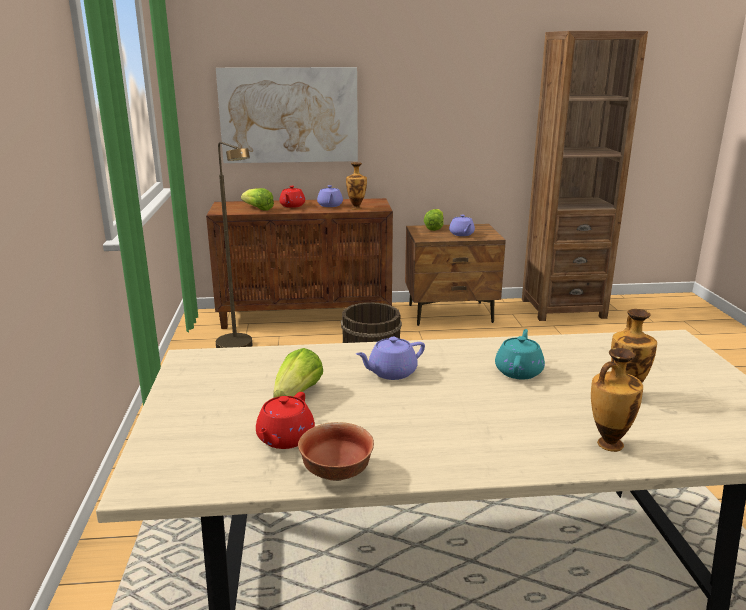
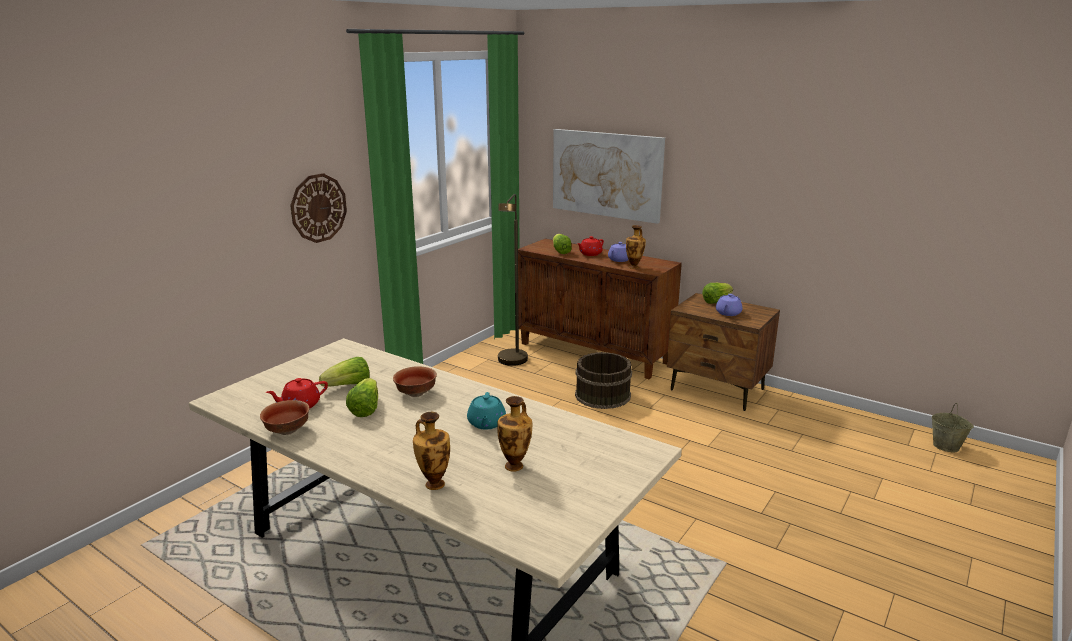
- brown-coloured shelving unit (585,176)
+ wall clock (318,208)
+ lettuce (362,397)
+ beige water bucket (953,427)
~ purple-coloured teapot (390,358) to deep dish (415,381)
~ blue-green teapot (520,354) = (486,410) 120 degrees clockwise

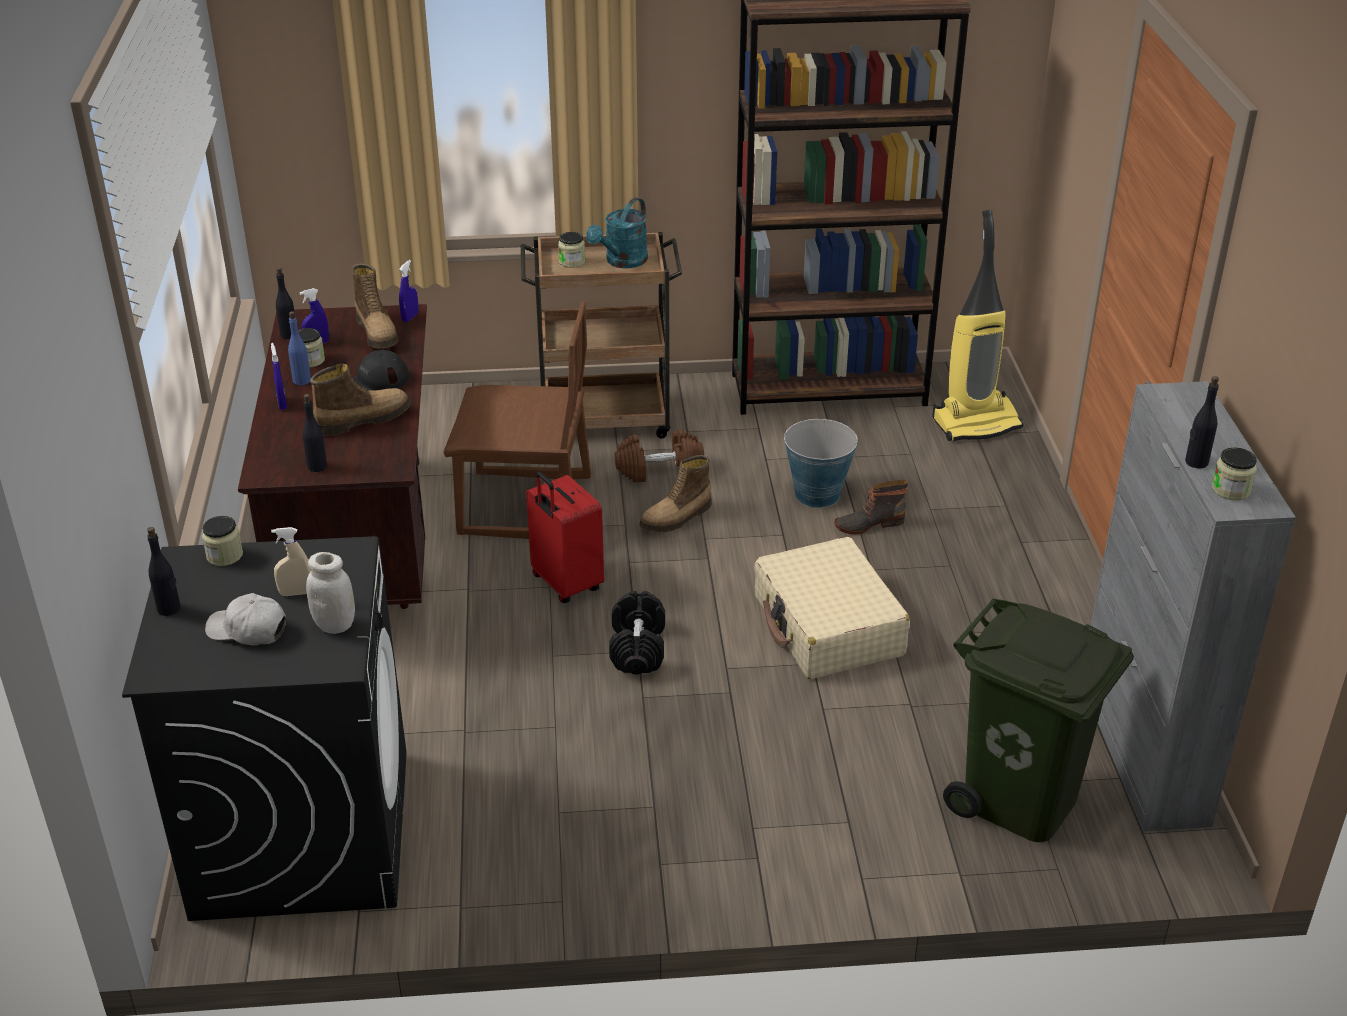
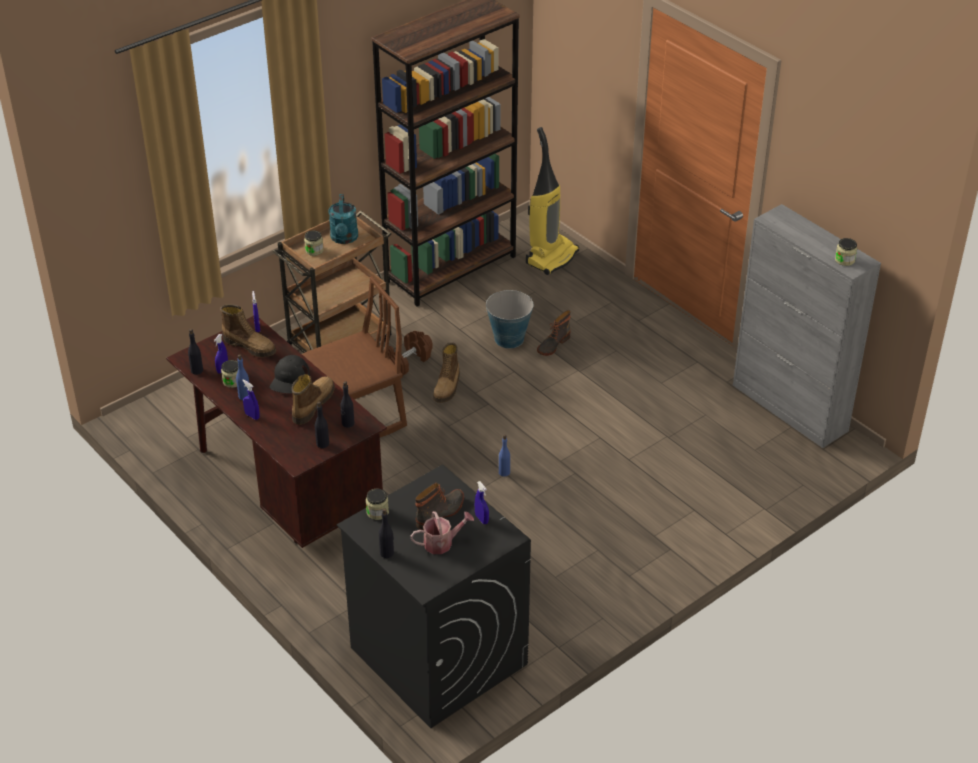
- red suitcase (565,537)
- beige suitcase (832,608)
- green rubbish bin (1038,720)
~ blackish beverage bottle (1202,422) to (347,404)
~ whitish peaked cap (245,619) to sprinkling can (442,532)
~ beige hand sprayer (291,561) to boot (439,506)
~ whitish preserve jar (330,593) to blue hand sprayer (482,502)
~ blackish dumbbell (637,633) to blue beverage bottle (504,455)

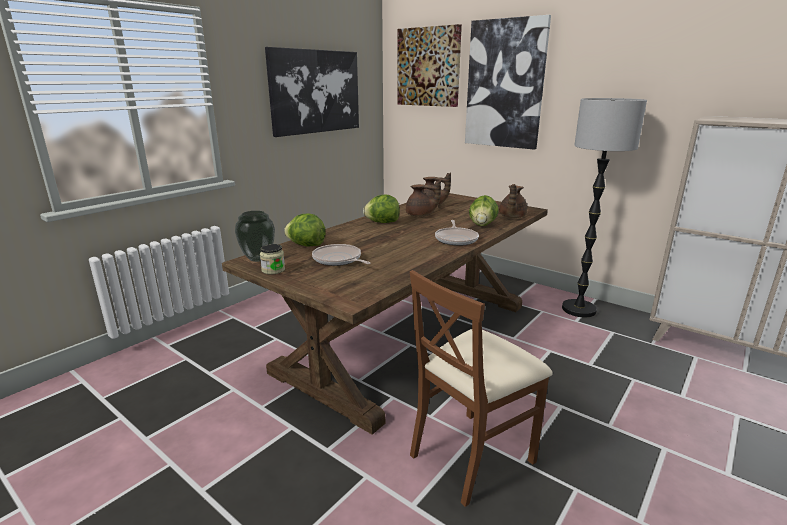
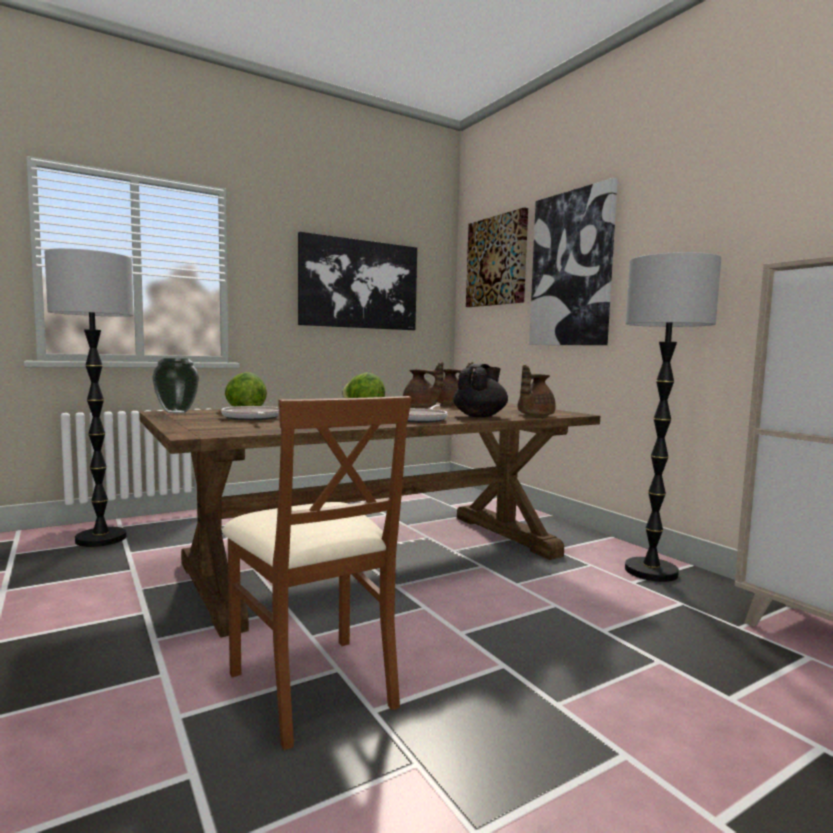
- preserve jar (272,259)
+ standard lamp (89,397)
~ lettuce (484,210) to blackish teapot (480,390)
~ brown-coloured upright chair (481,388) = (317,573) 105 degrees counterclockwise

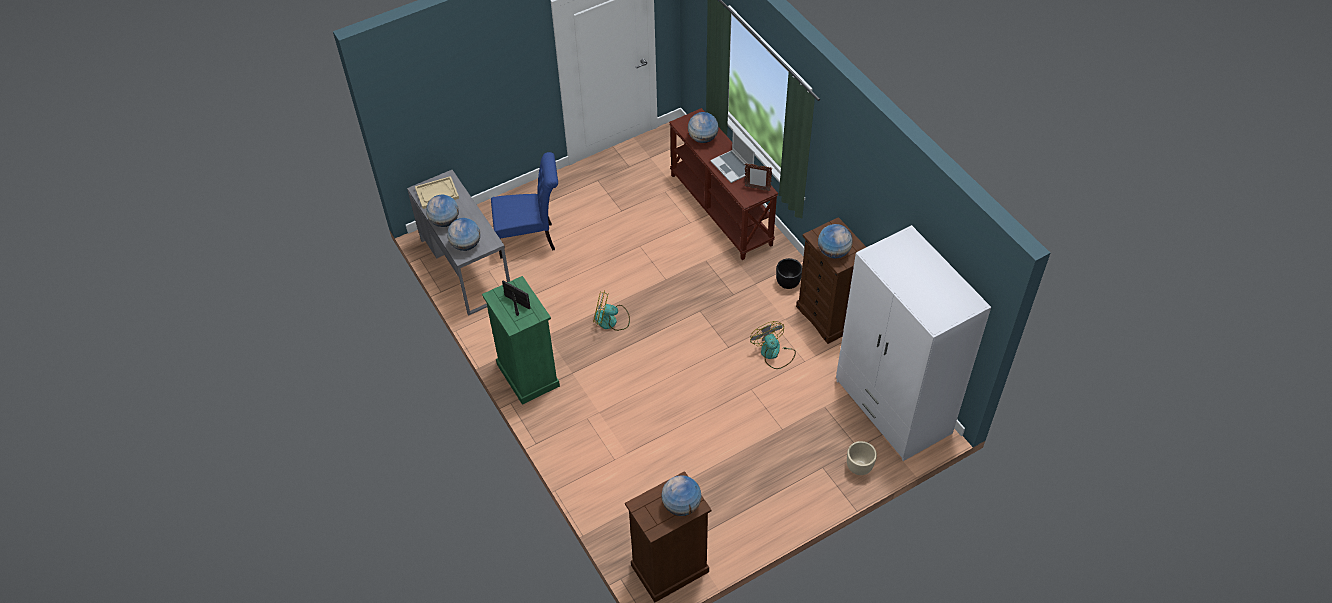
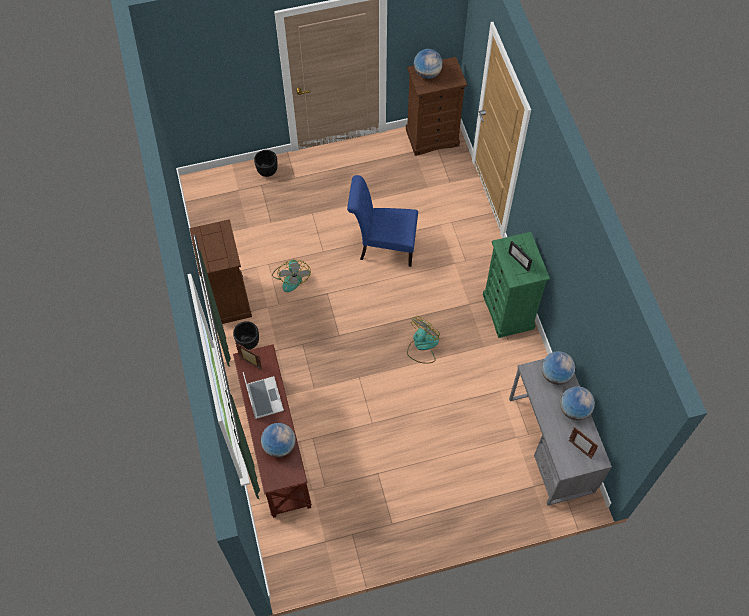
- globe (835,241)
- whitish clothes cupboard (913,343)
~ blue upright chair (524,205) to (382,221)
~ beige carrying tray (437,192) to photo frame (583,443)
~ beige plant pot (862,458) to blackish plant pot (266,163)
~ electric fan (611,311) = (423,340) 75 degrees counterclockwise

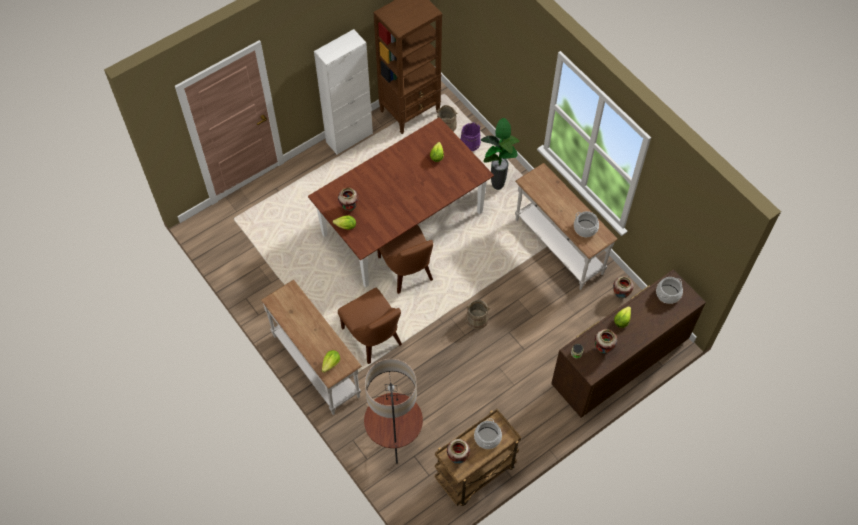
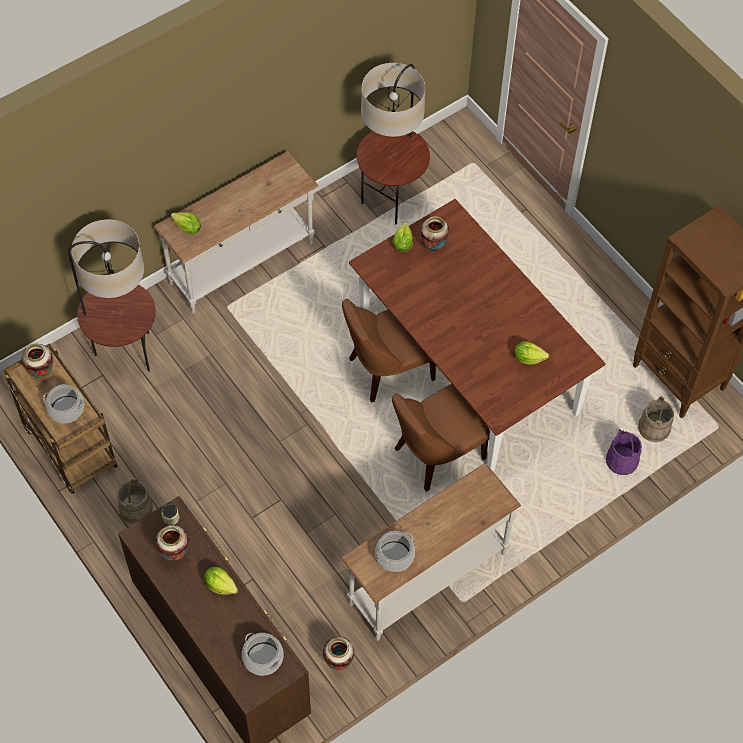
- whitish cabinet (343,92)
- houseplant (500,154)
+ standard lamp (393,143)
~ brown-coloured upright chair (370,326) to (441,438)
~ beige water bucket (478,314) to (135,500)

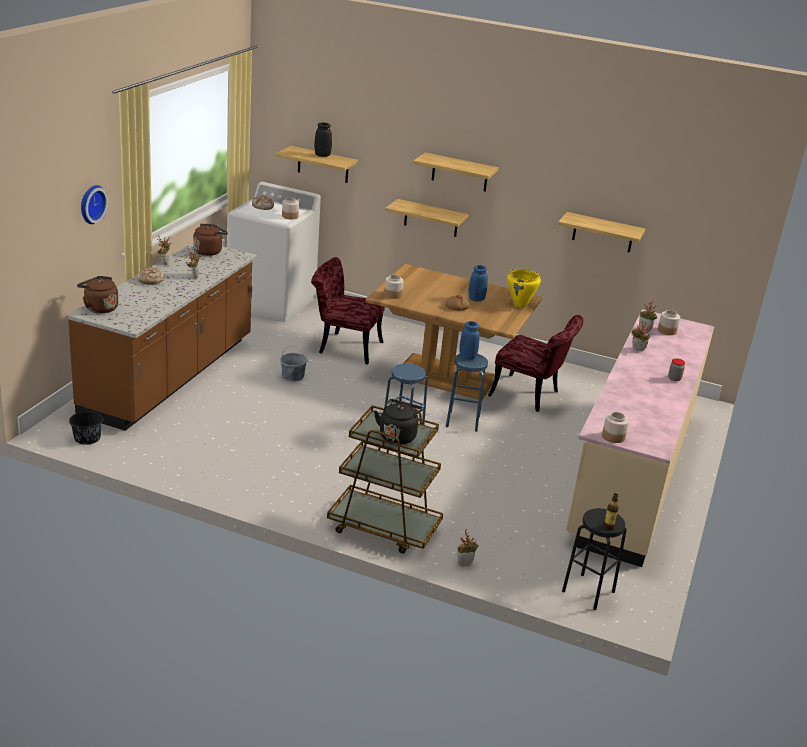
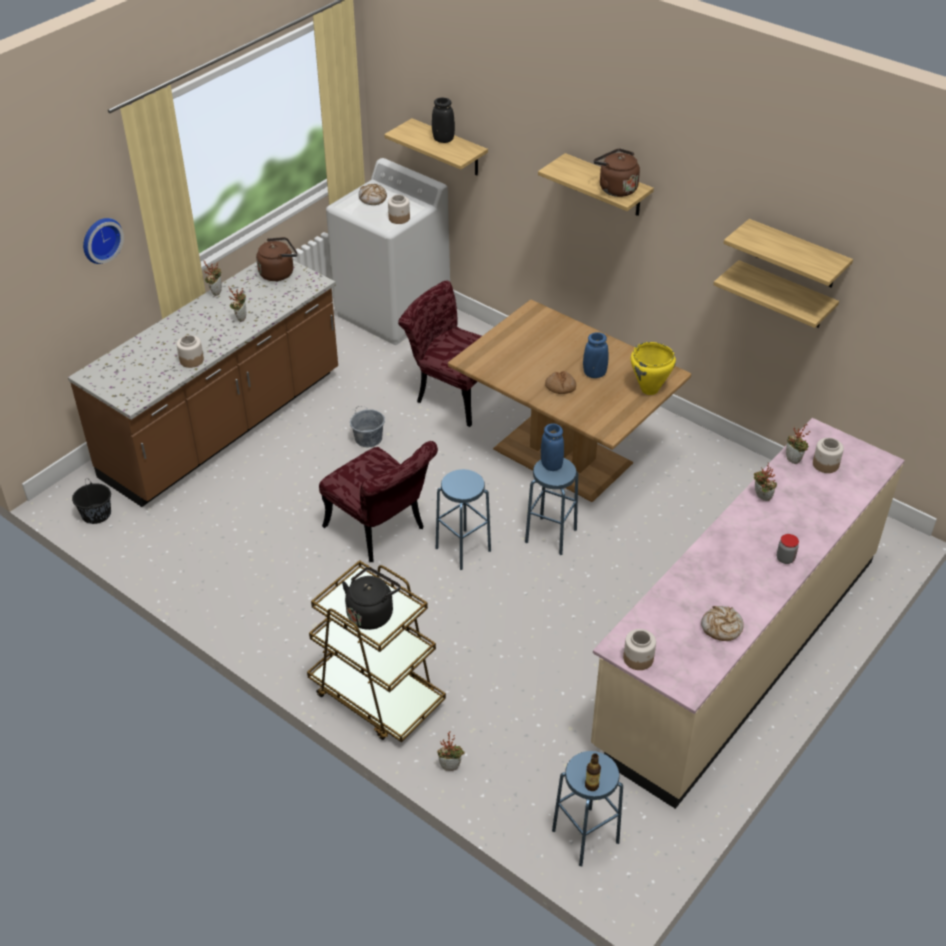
~ brown-coloured water kettle (97,294) to (617,173)
~ bakery bread (150,275) to (722,623)
~ preserve jar (394,287) to (190,351)
~ bracket shelf (426,218) to (788,253)
~ red upright chair (535,363) to (378,501)
~ blackish stool seat (594,559) to blue stool seat (587,808)

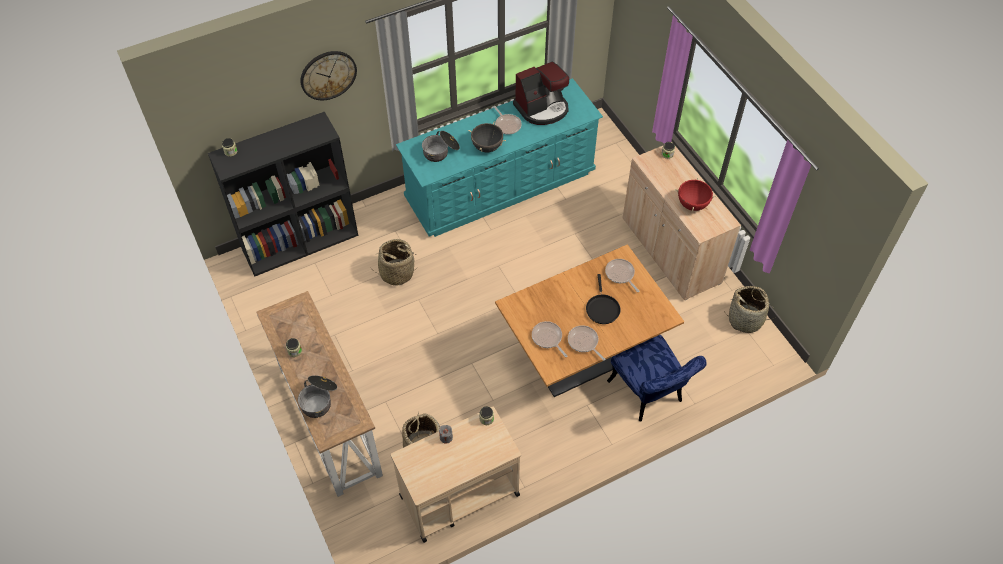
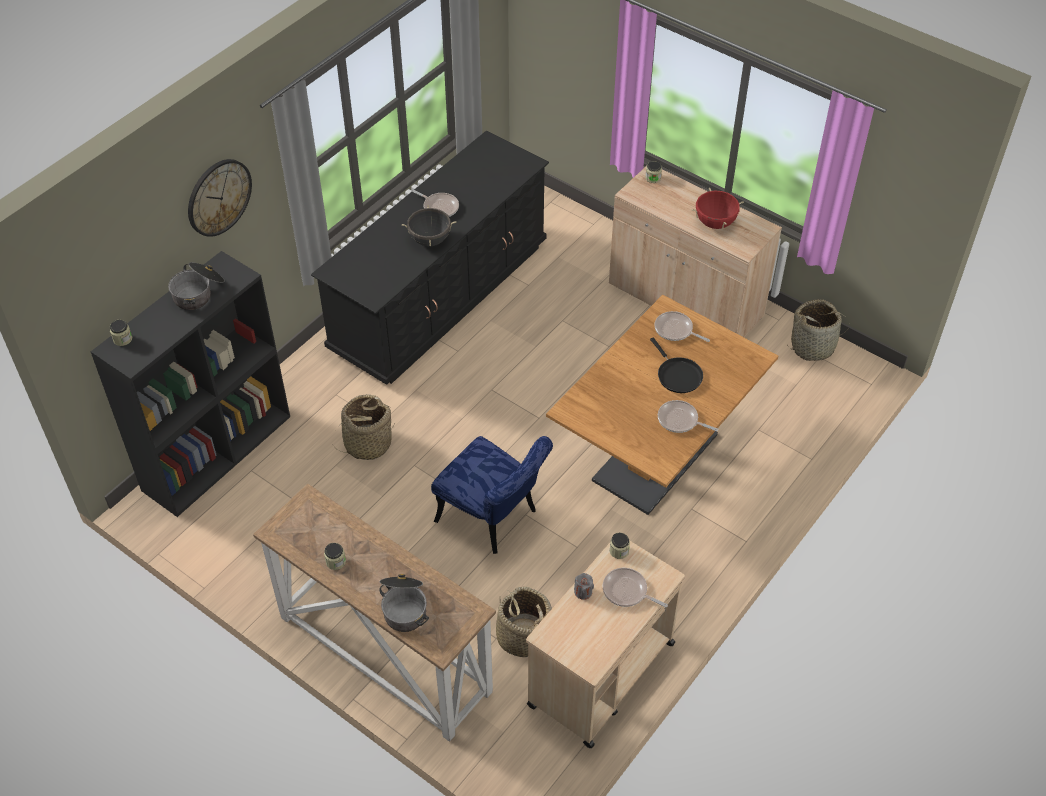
- coffee maker (541,93)
~ stockpot (441,146) to (196,286)
~ skillet (549,339) to (635,588)
~ blue upright chair (657,378) to (492,495)
~ blue-green chest of drawers (499,157) to blackish chest of drawers (430,258)

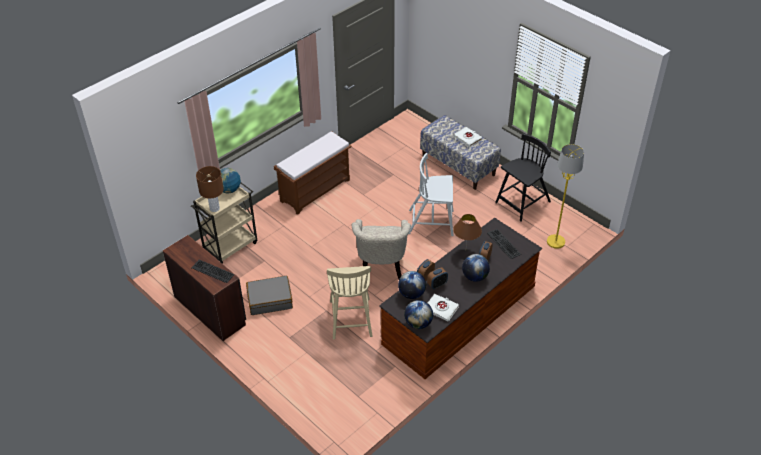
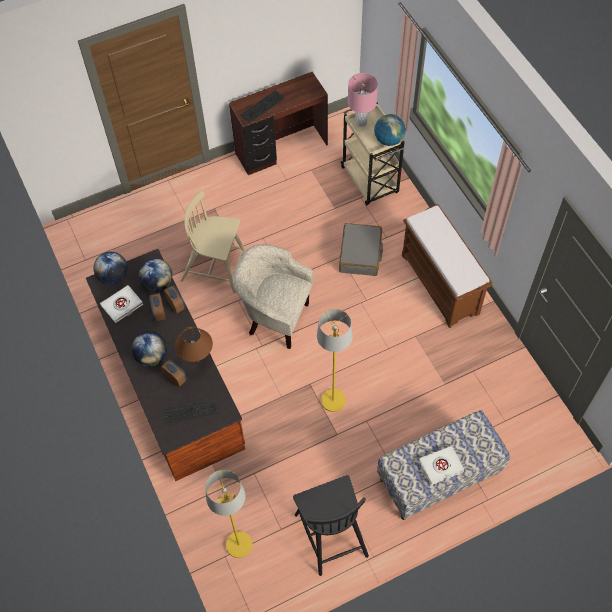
~ grey suitcase (269,295) to (361,249)
~ whitish upright chair (431,194) to yellow-coloured standard lamp (335,360)
~ brown-coloured lamp for a table (210,189) to pinkish lamp for a table (363,100)

